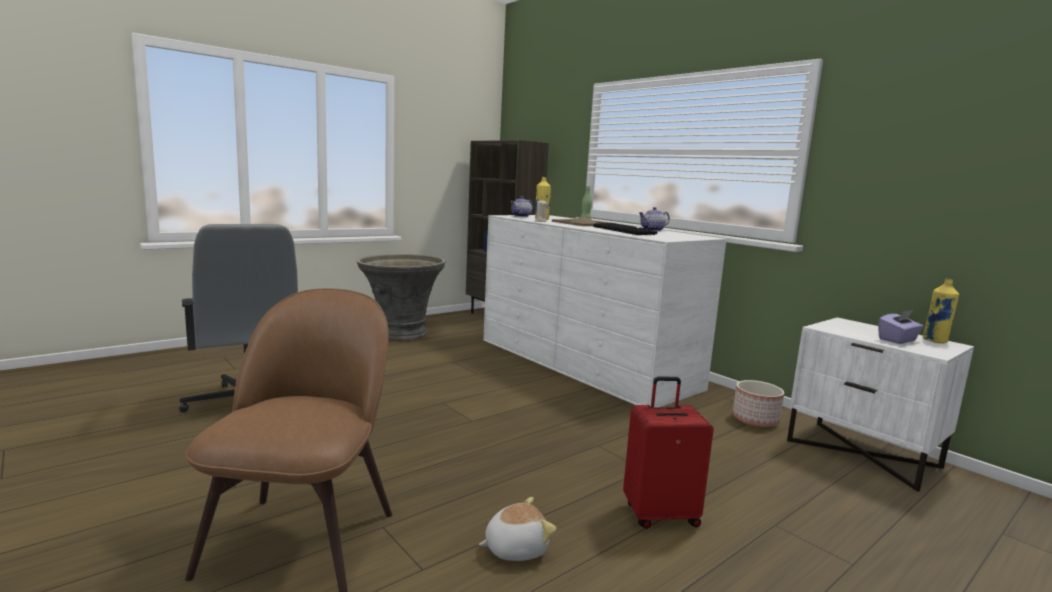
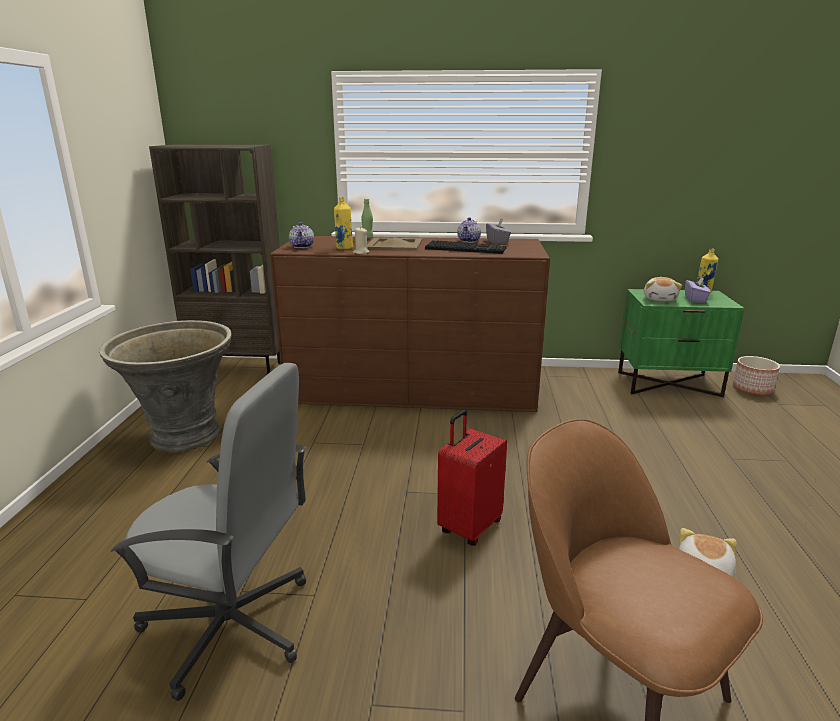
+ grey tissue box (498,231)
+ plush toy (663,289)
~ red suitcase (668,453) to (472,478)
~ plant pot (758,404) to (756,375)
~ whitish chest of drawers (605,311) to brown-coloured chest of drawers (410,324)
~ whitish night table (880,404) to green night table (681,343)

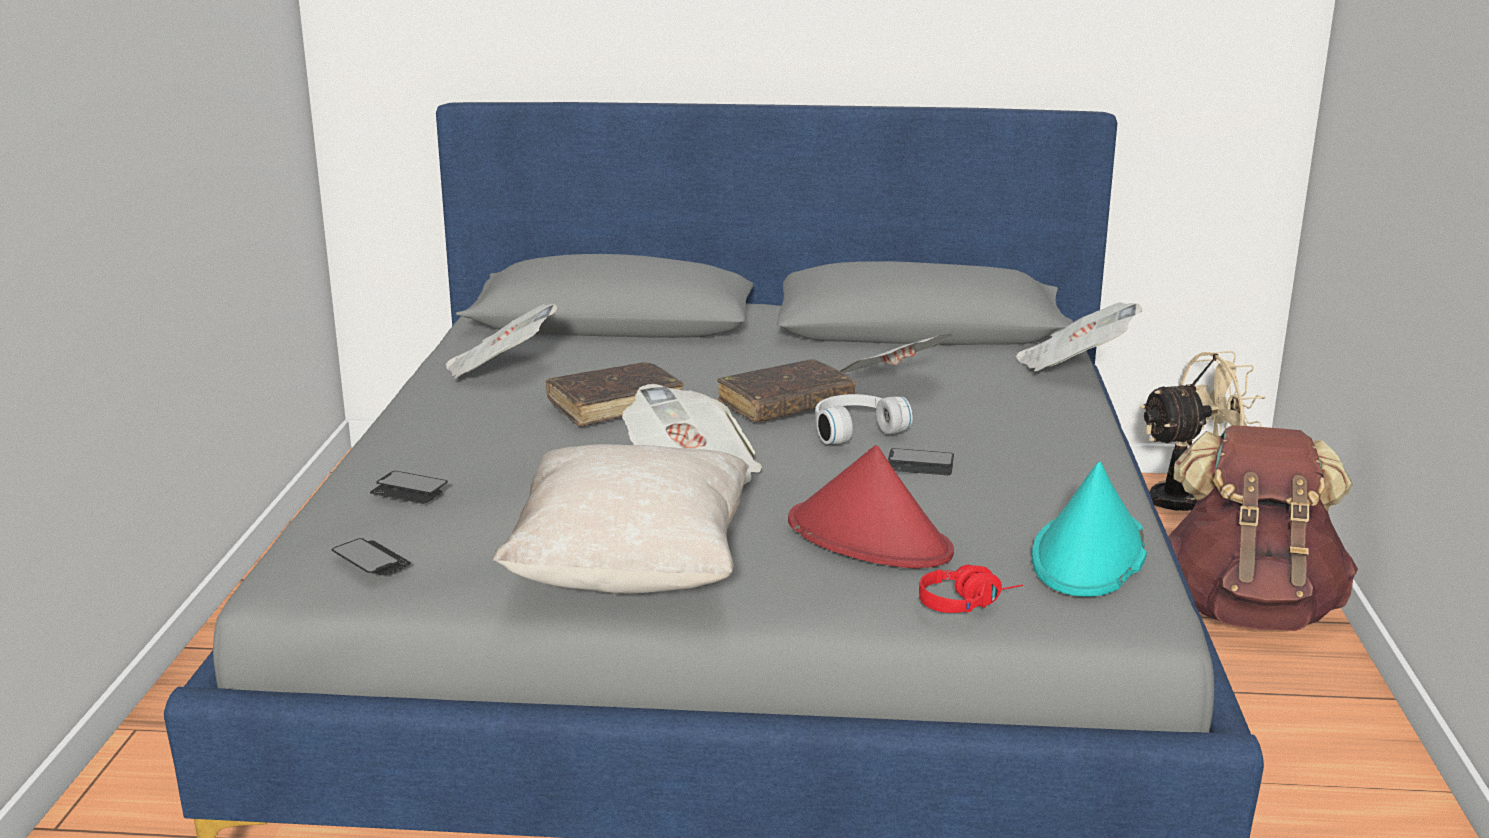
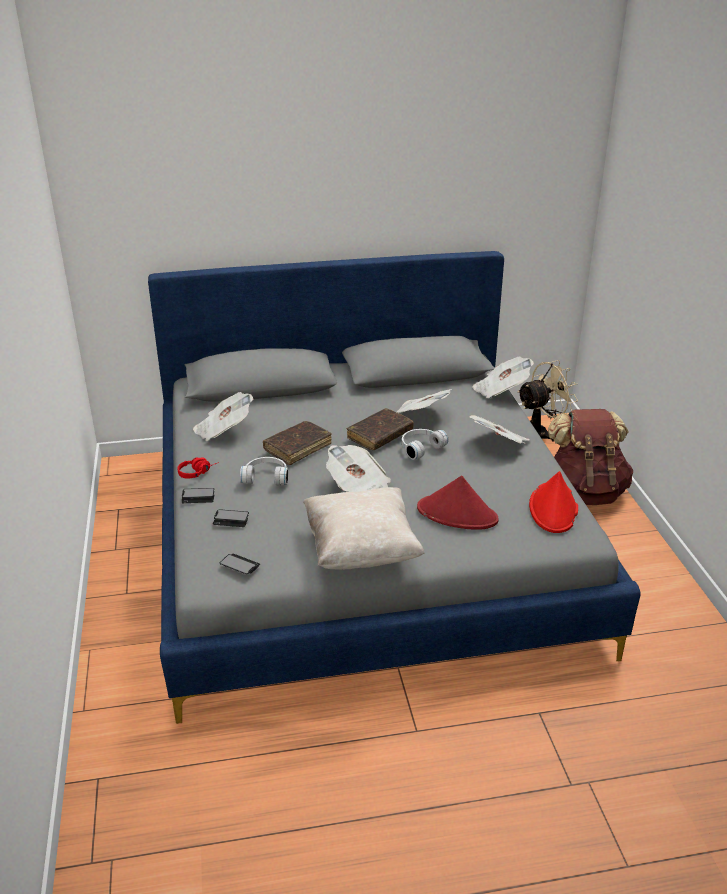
+ whitish headphones (264,471)
+ newspaper (500,429)
~ telephone (921,461) to (198,495)
~ red headphones (971,589) to (198,468)
~ blue-green wearable hat (1089,529) to red wearable hat (553,502)

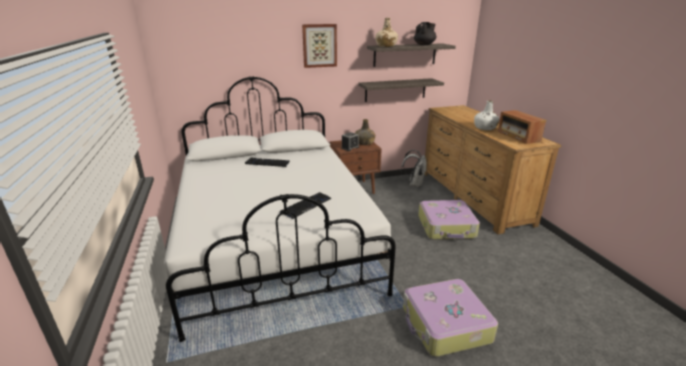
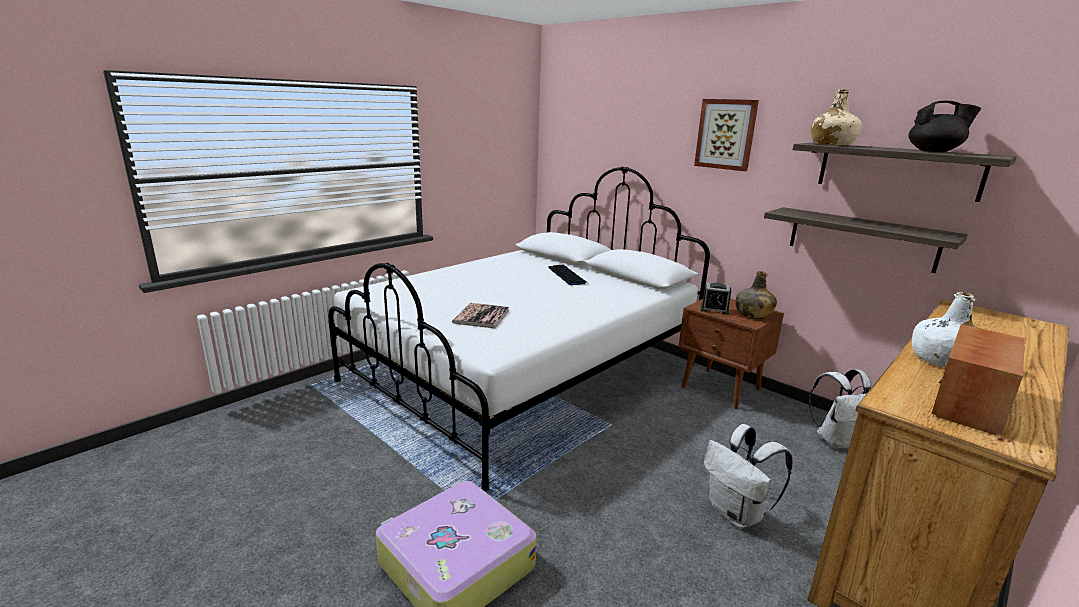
~ keyboard (306,205) to bound book (480,315)
~ suitcase (449,220) to whitish backpack (748,476)

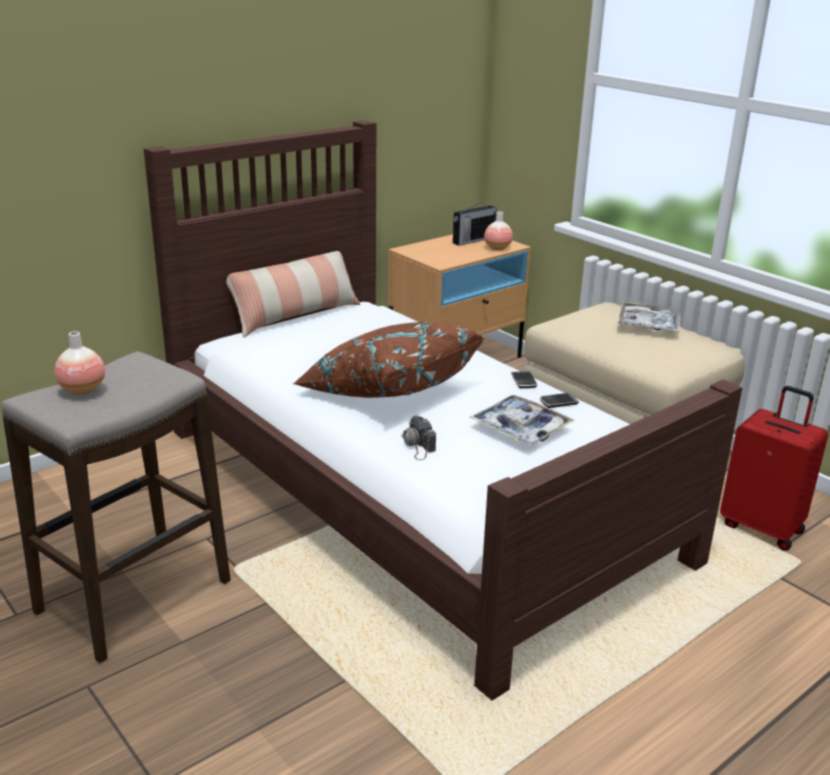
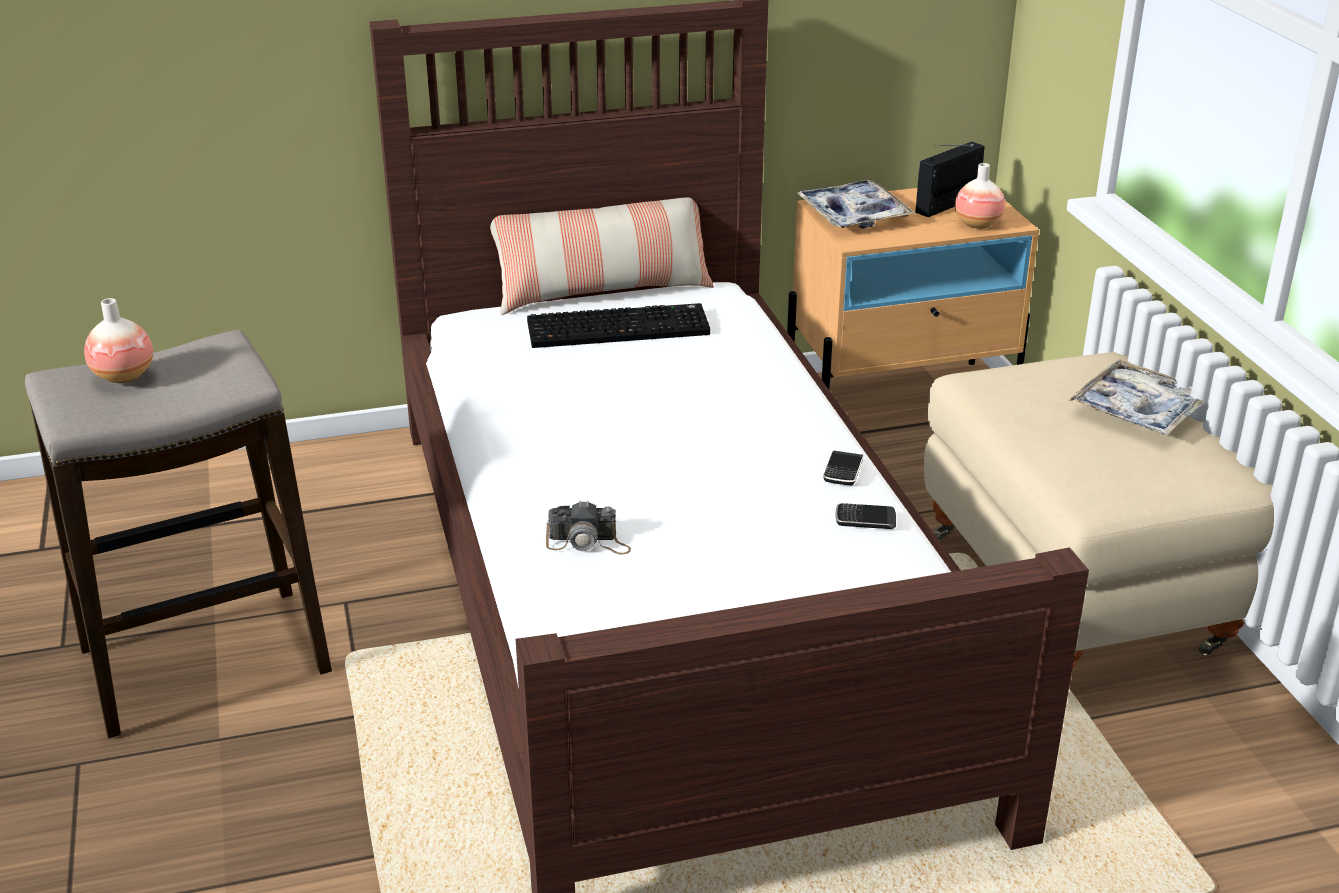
- brown-coloured throw pillow (389,360)
- red suitcase (774,468)
+ keyboard (618,325)
~ carrying tray (521,420) to (856,204)
~ photo camera (418,438) = (588,527) 90 degrees counterclockwise
~ radio receiver (475,223) = (950,179) 150 degrees clockwise

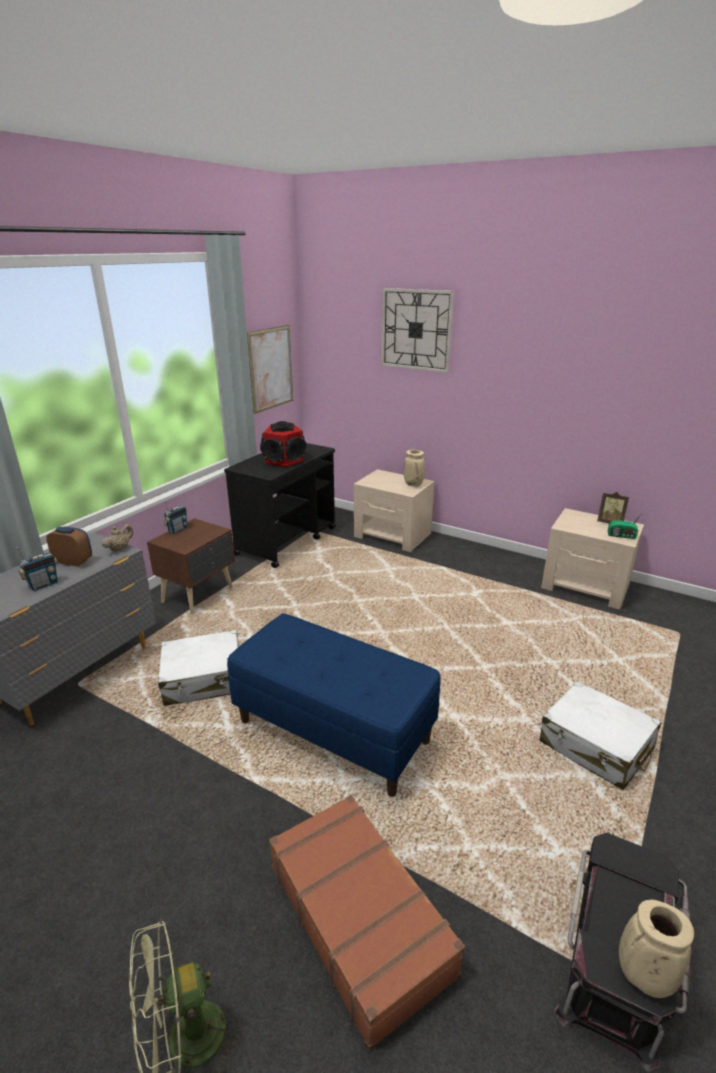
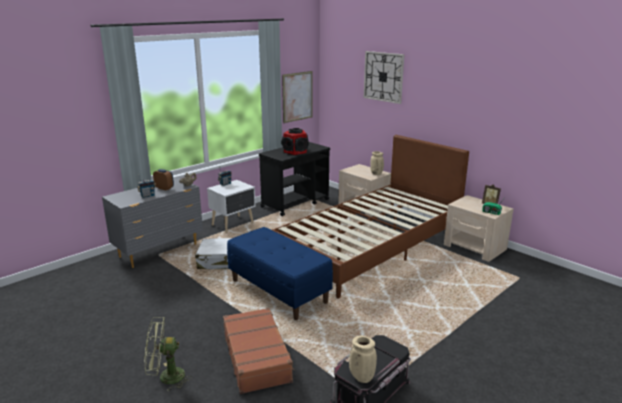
- whitish suitcase (600,735)
+ brown-coloured sleeping bed (370,216)
~ brown-coloured night table (191,566) to whitish night table (231,206)

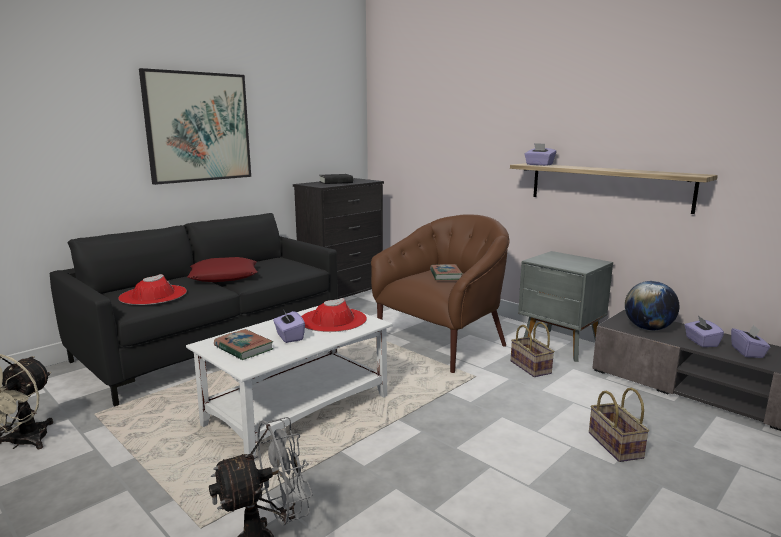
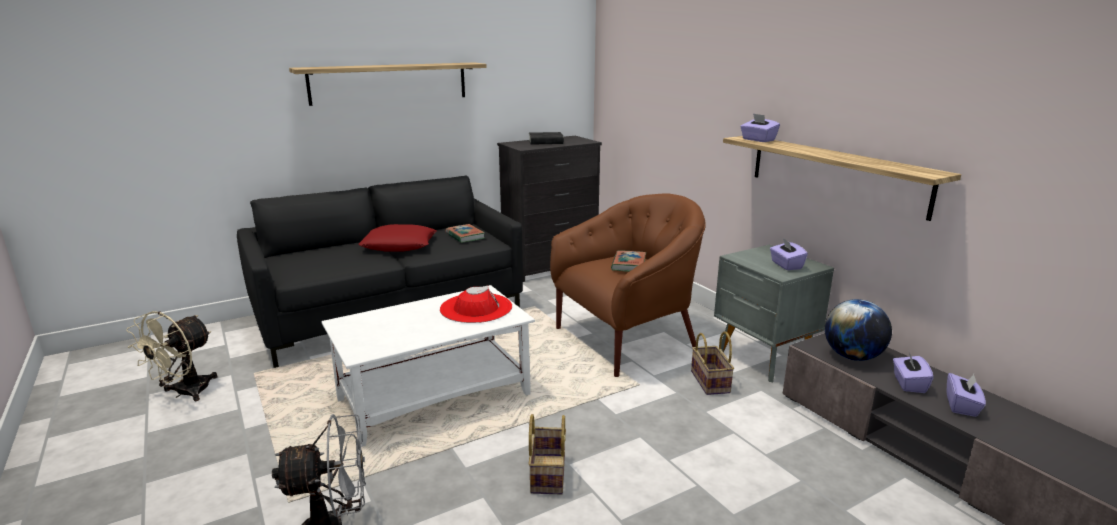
- red wearable hat (152,289)
~ bound book (244,344) to (465,233)
~ purple-coloured tissue box (289,327) to (789,254)
~ storage basket (619,425) to (547,454)
~ wall art (195,126) to bracket shelf (388,84)

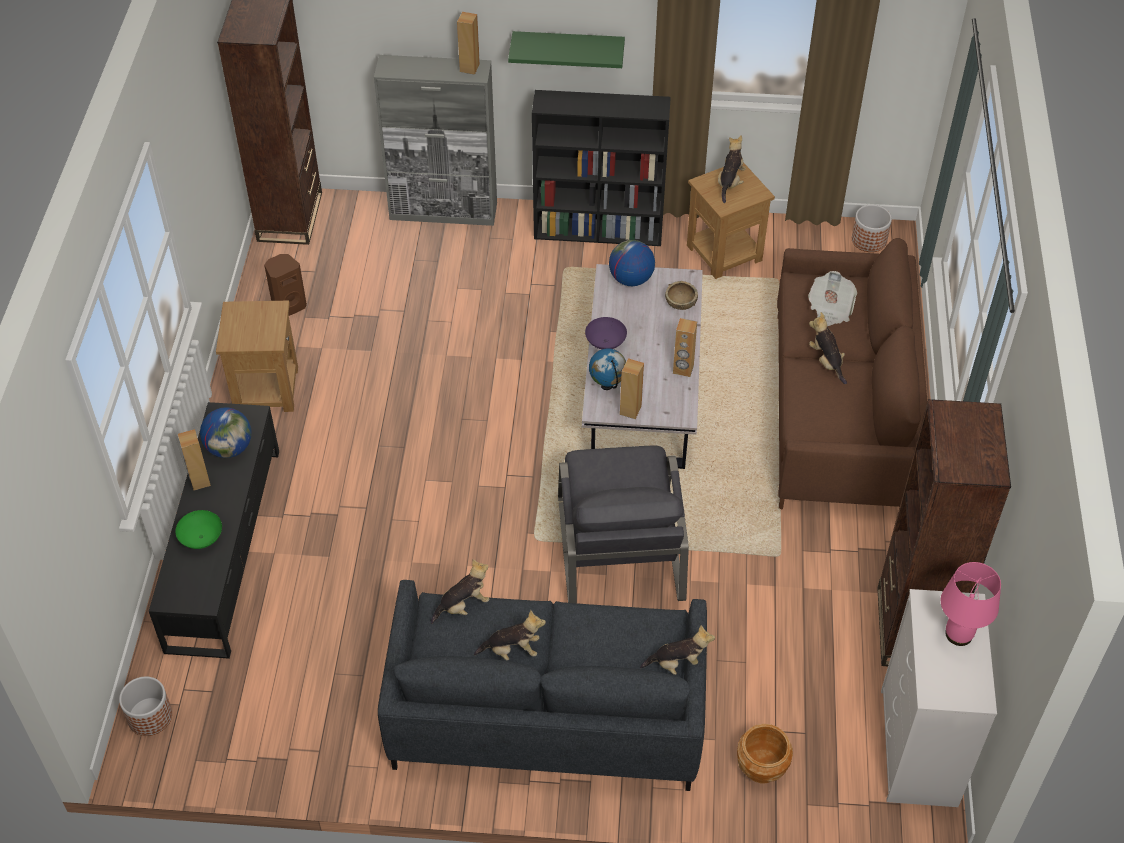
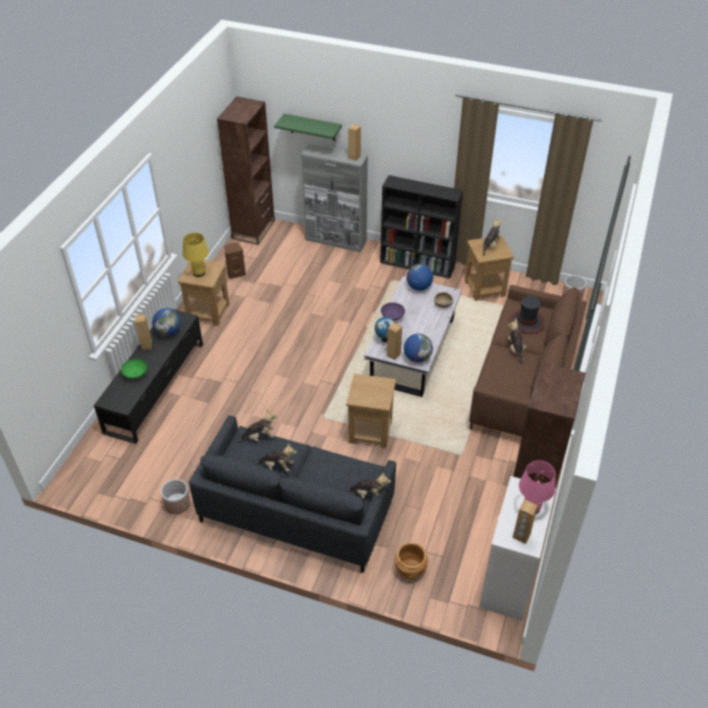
+ yellow-coloured lamp for a table (196,255)
+ globe (418,348)
~ plant pot (145,706) to (176,496)
~ green bracket shelf (566,49) to (308,127)
~ brown-coloured loudspeaker (685,347) to (525,521)
~ grey armchair (623,524) to brown-coloured accent table (371,411)
~ newspaper (832,298) to wearable hat (527,315)

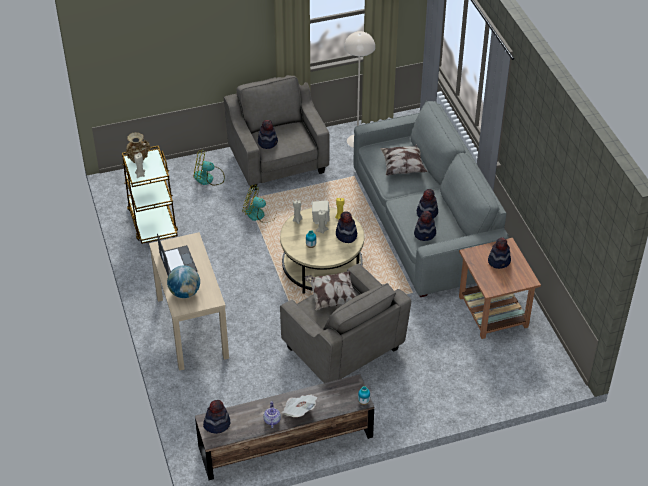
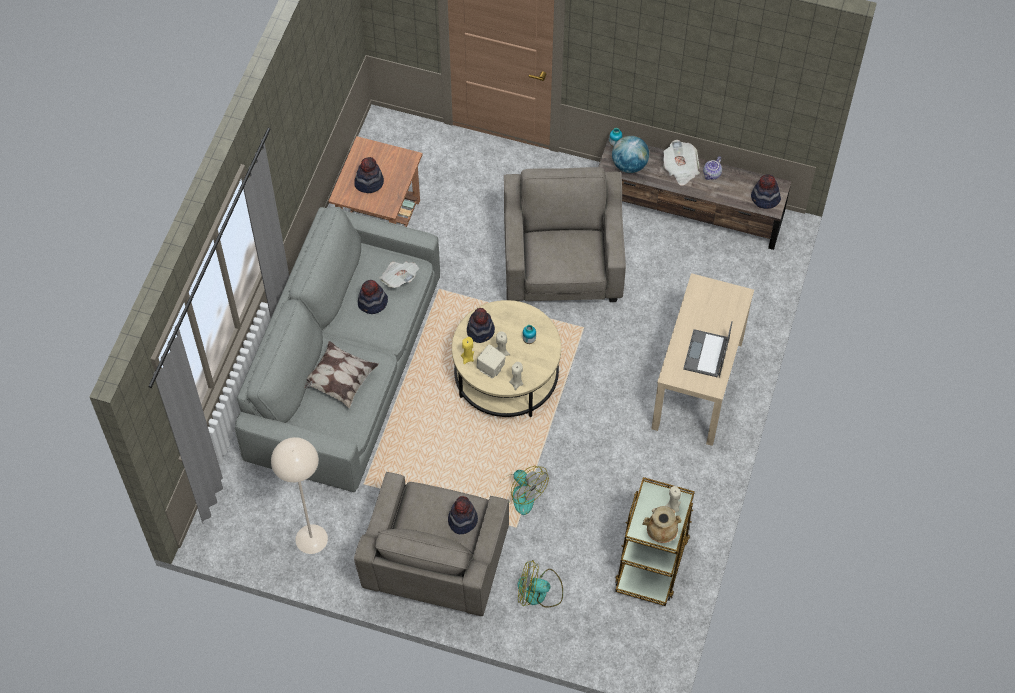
- throw pillow (330,290)
~ globe (183,281) to (630,154)
~ wearable hat (425,226) to newspaper (399,275)
~ electric fan (209,168) = (540,584) 150 degrees clockwise

